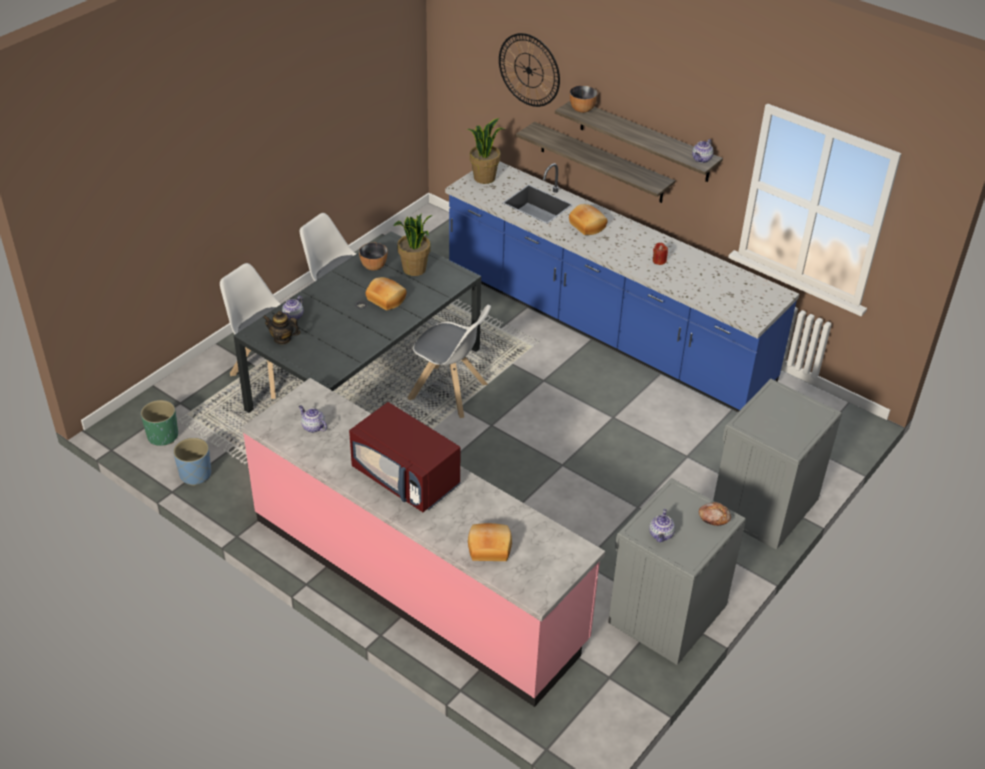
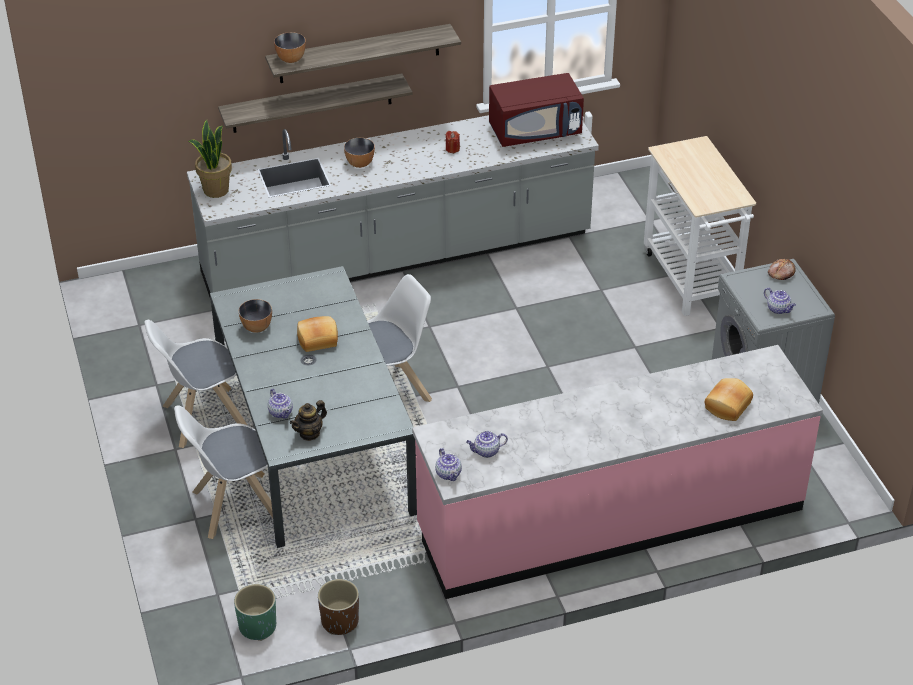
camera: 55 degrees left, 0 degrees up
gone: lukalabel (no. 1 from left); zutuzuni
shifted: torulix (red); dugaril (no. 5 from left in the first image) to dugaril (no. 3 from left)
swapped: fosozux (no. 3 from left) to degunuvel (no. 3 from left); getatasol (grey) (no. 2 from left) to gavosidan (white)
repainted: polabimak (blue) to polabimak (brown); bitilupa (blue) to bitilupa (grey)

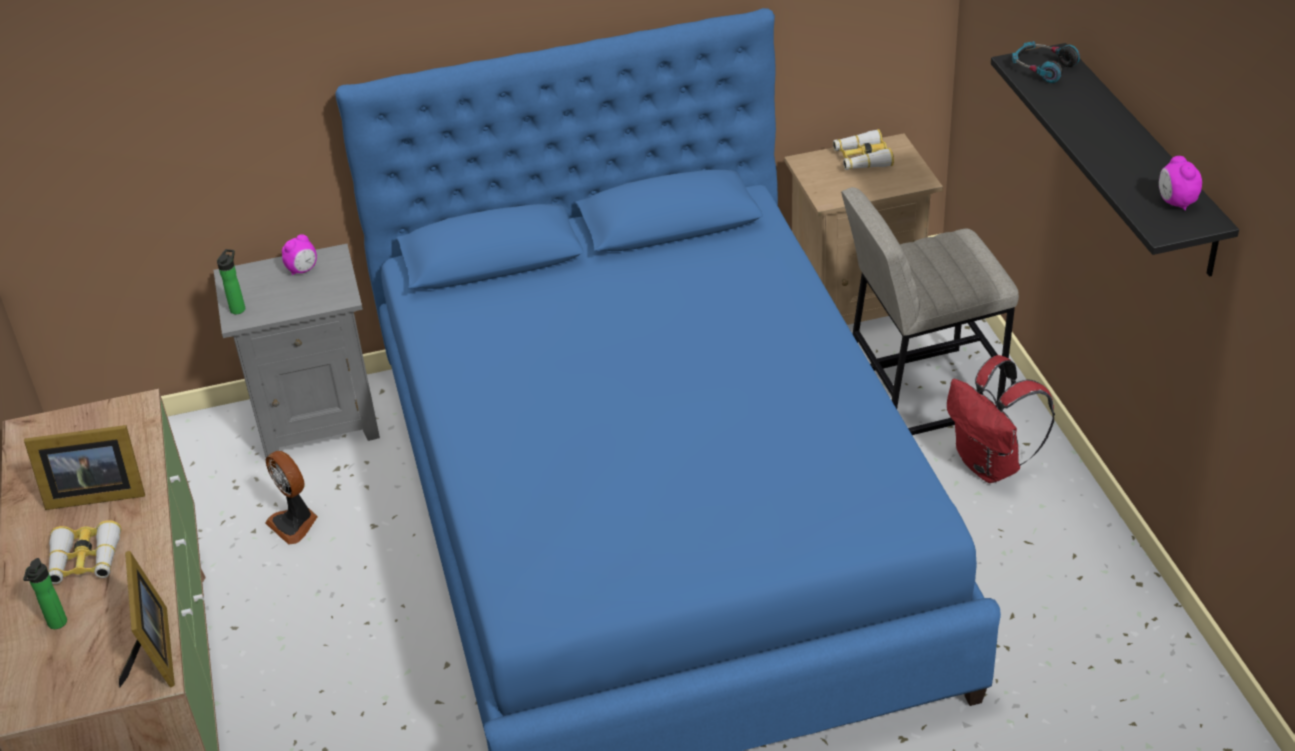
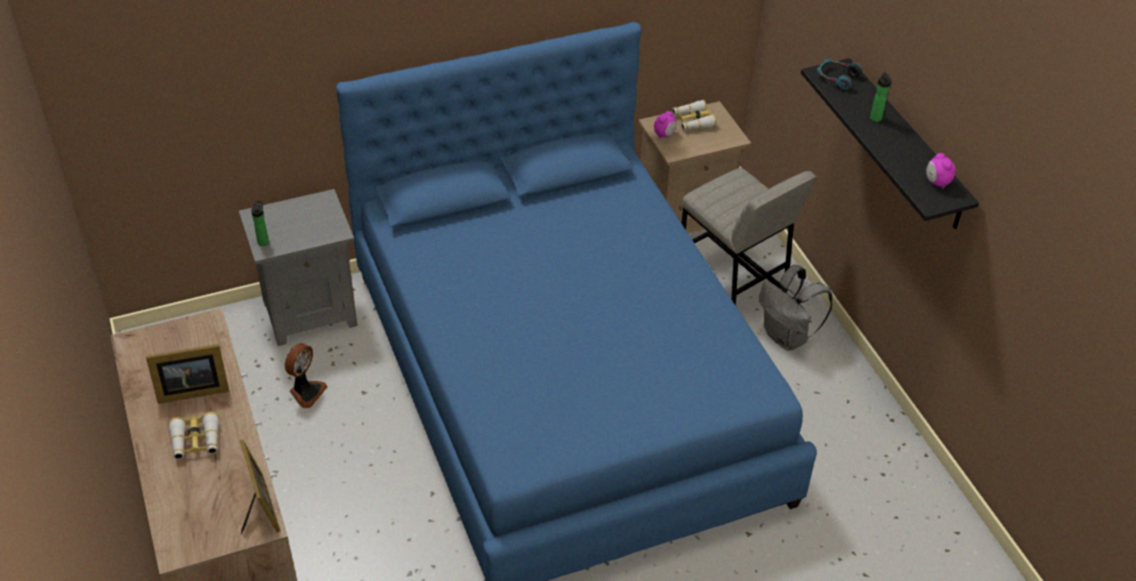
camera: 10 degrees left, 5 degrees up
shifted: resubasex (no. 1 from left in the first image) to resubasex (no. 2 from left); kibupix (no. 1 from left)
repainted: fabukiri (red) to fabukiri (grey)
rotated: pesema 105 degrees counterclockwise; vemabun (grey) 105 degrees counterclockwise

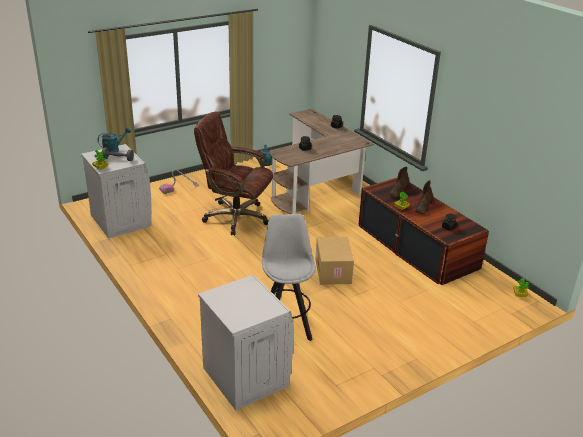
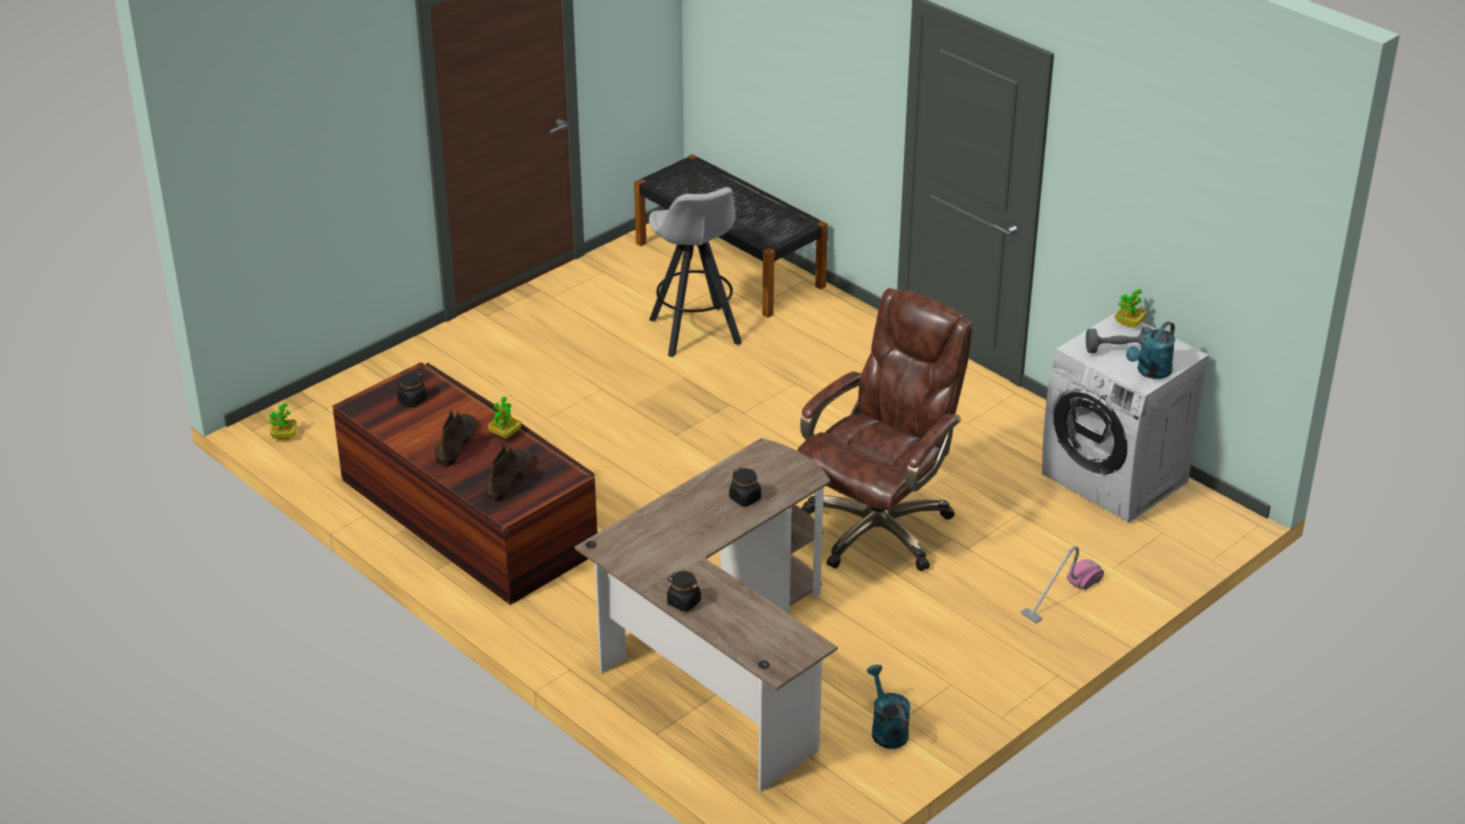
camera: 170 degrees right, 5 degrees up
gone: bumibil
swapped: getatasol (white) (no. 2 from left) to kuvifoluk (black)
rotated: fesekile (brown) 60 degrees counterclockwise

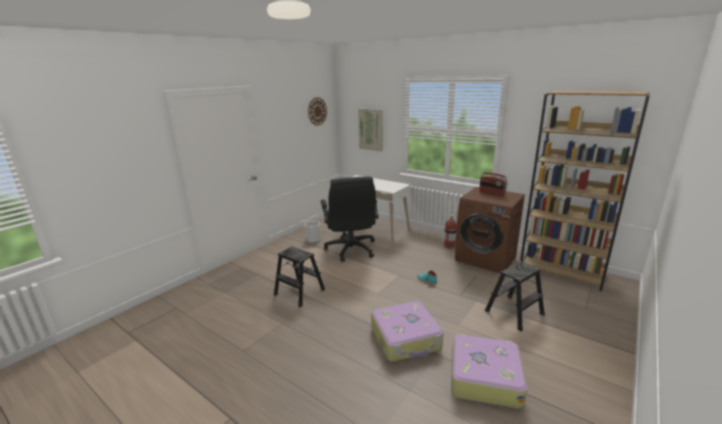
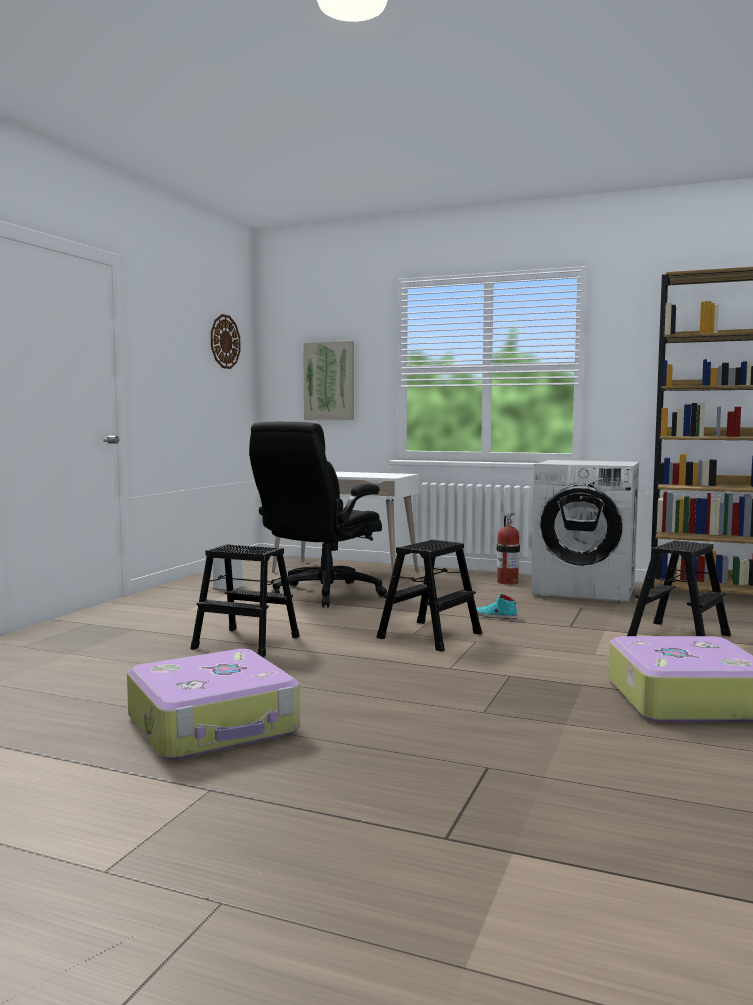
camera: 15 degrees left, 15 degrees down
gone: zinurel
new: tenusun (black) (no. 2 from left)
shifted: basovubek (no. 1 from left)
repainted: getatasol (brown) to getatasol (white)
rotated: fesekile (black) 60 degrees clockwise

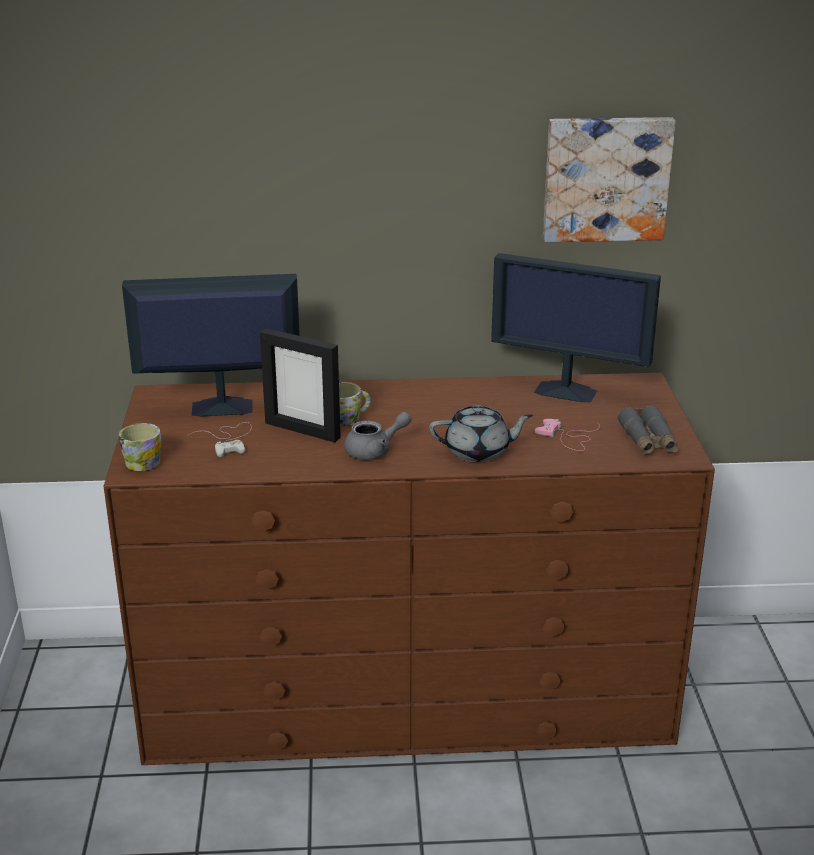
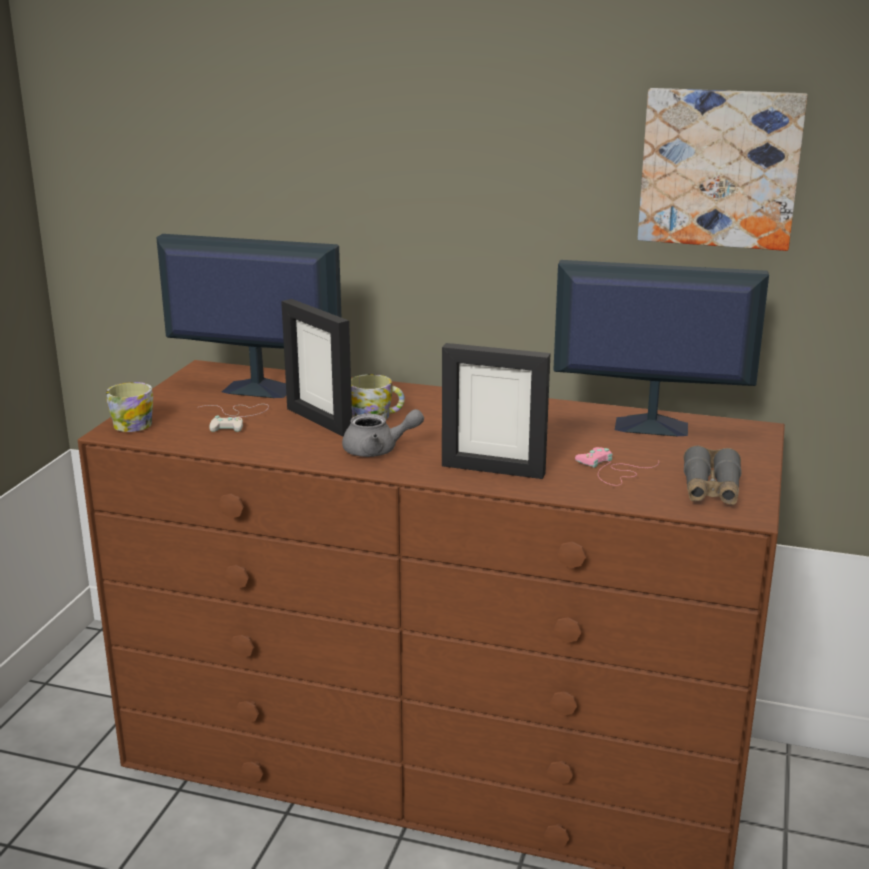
camera: 20 degrees right, 5 degrees down
swapped: dugaril (grey) (no. 2 from left) to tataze (no. 2 from left)
rotated: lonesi (no. 2 from left) 150 degrees clockwise

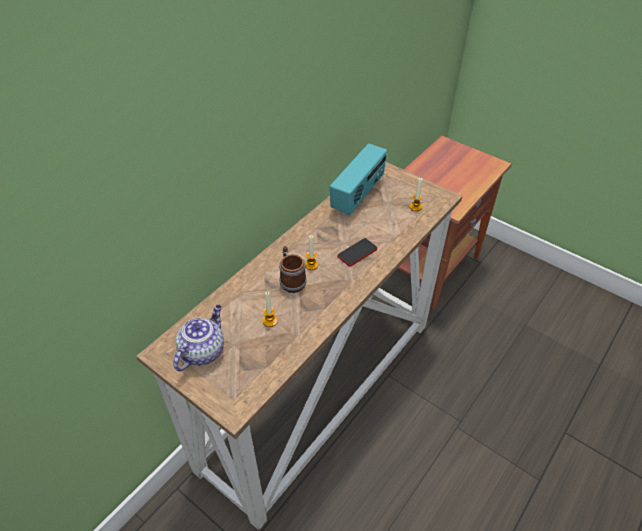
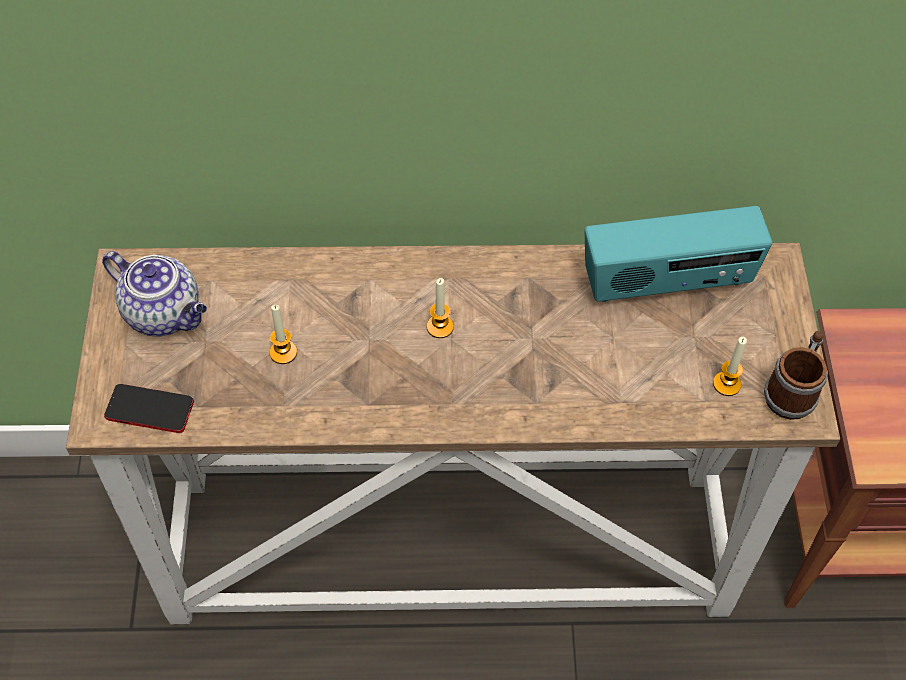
camera: 50 degrees right, 10 degrees up
shifted: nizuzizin; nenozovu
rotated: dugaril 45 degrees clockwise

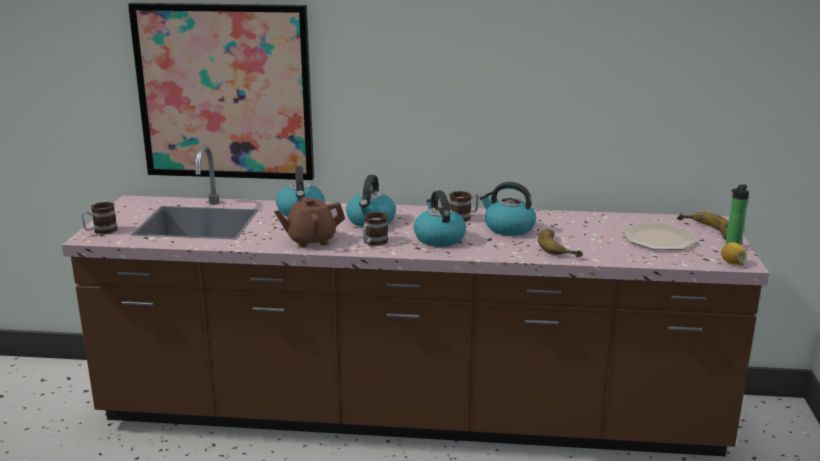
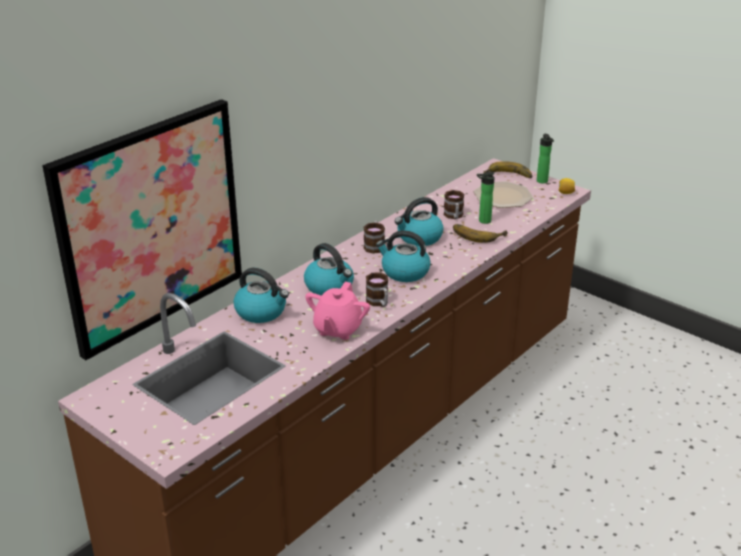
camera: 55 degrees left, 10 degrees up
new: resubasex (no. 1 from left)
shifted: nizuzizin (no. 1 from left in the first image) to nizuzizin (no. 3 from left)
repainted: dugaril (brown) to dugaril (pink)

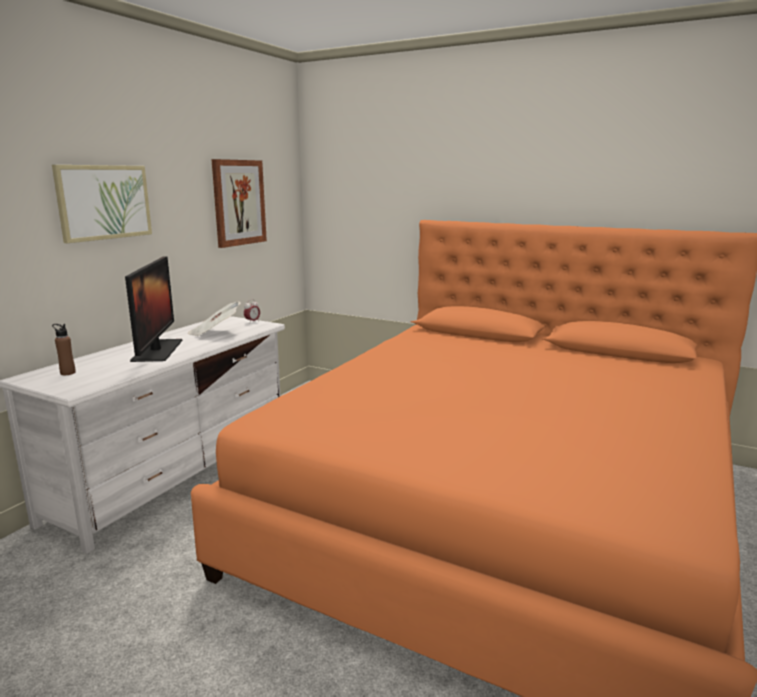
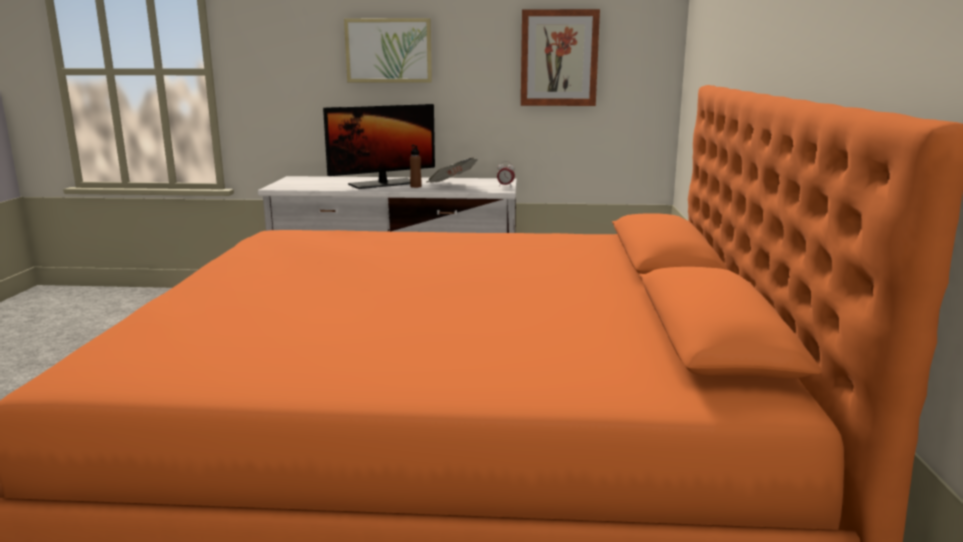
camera: 65 degrees right, 0 degrees up
shifted: resubasex (brown)

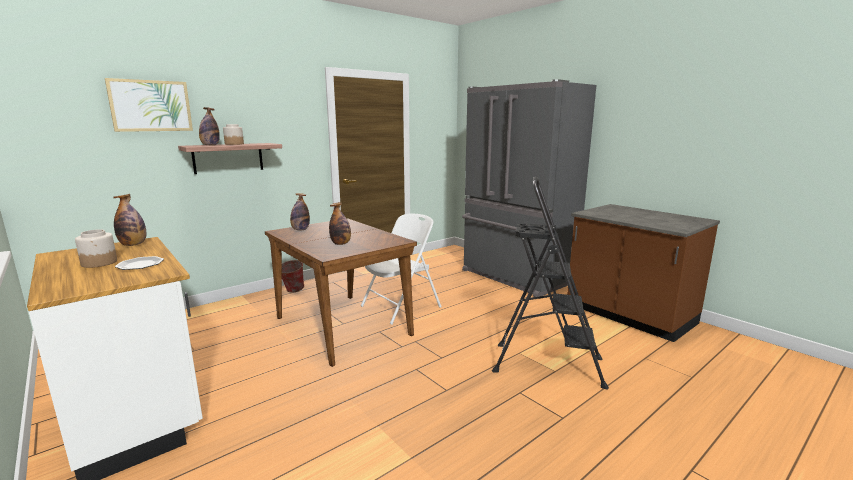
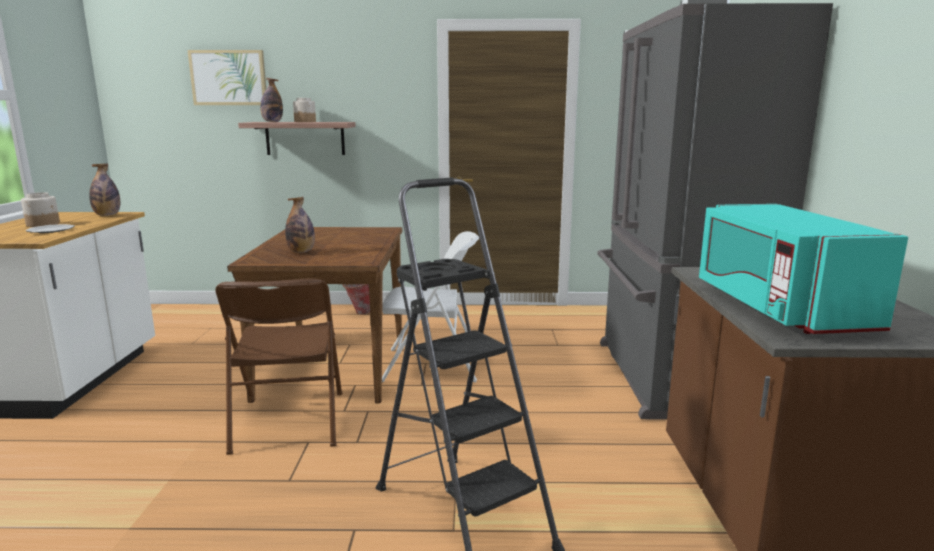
camera: 40 degrees right, 0 degrees up
gone: resubasex (no. 3 from left)
new: vemabun (brown); torulix (turquoise)

